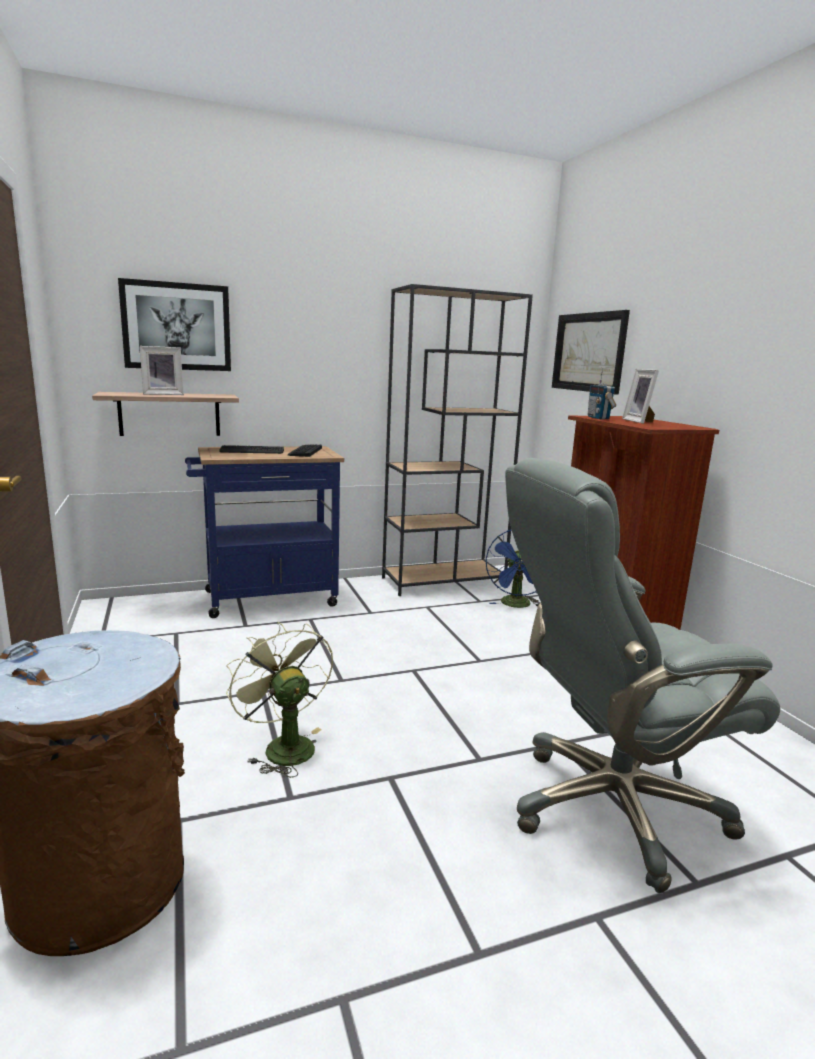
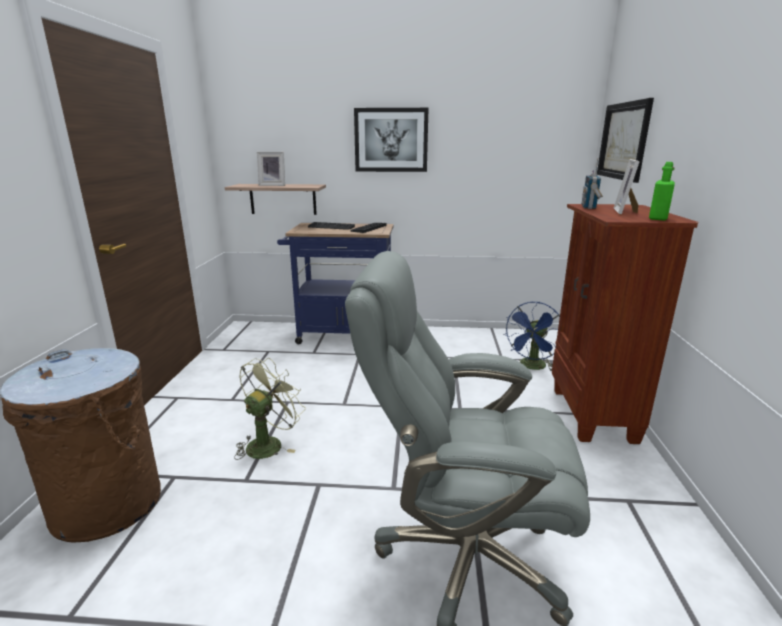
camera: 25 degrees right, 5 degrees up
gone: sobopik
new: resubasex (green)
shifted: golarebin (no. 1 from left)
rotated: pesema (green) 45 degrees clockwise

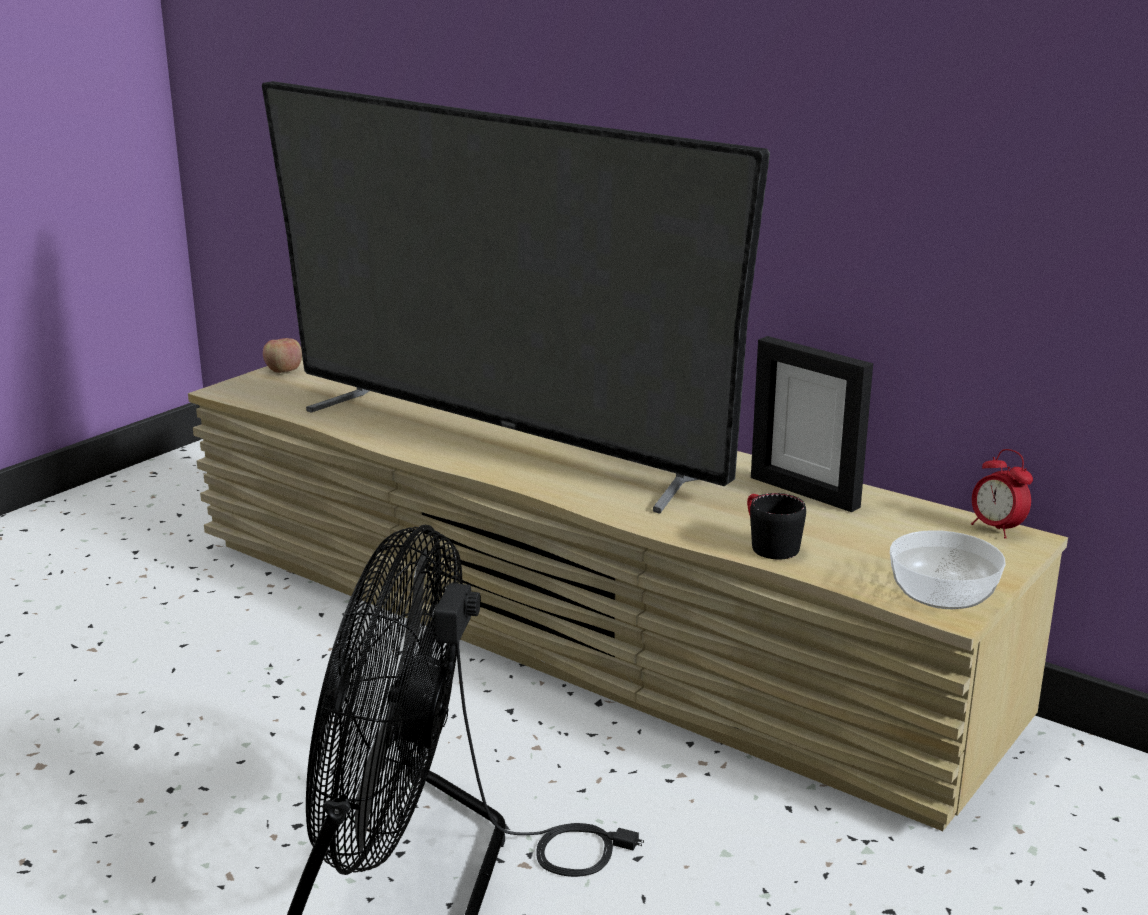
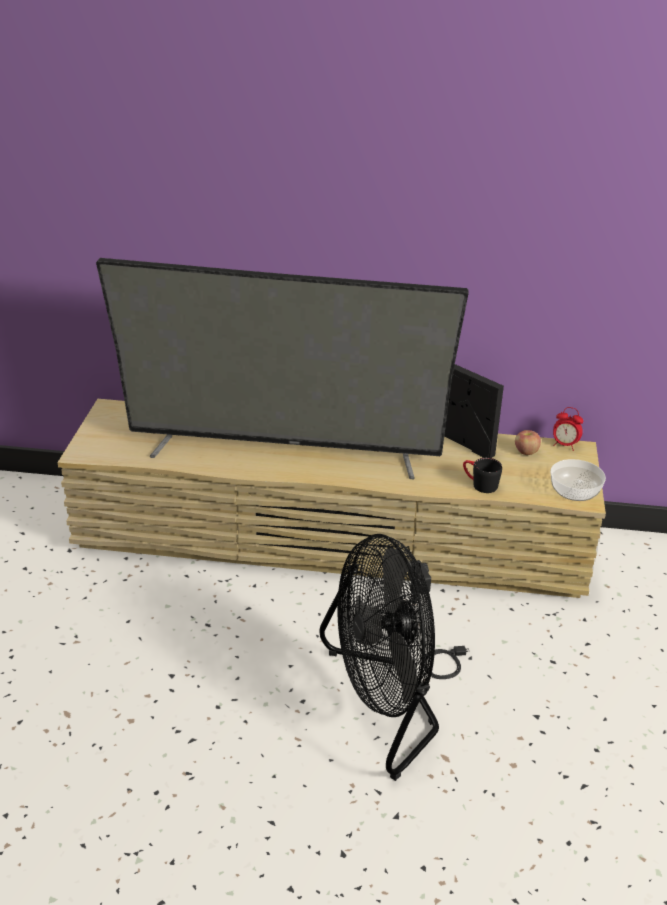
camera: 30 degrees left, 10 degrees up
shifted: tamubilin
rotated: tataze 150 degrees counterclockwise

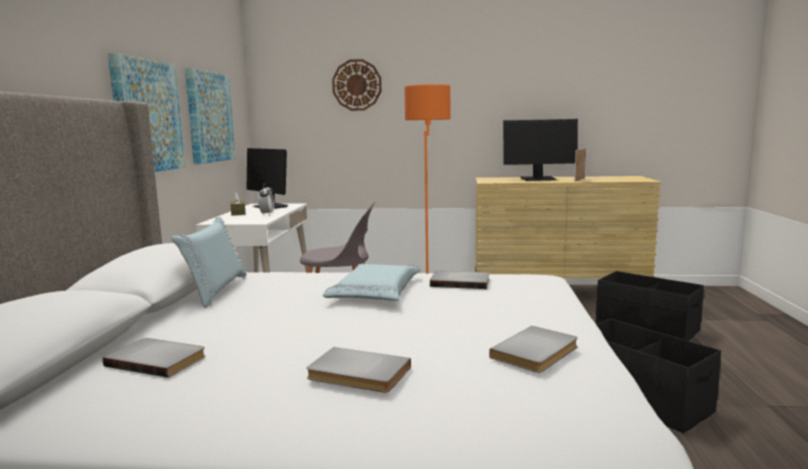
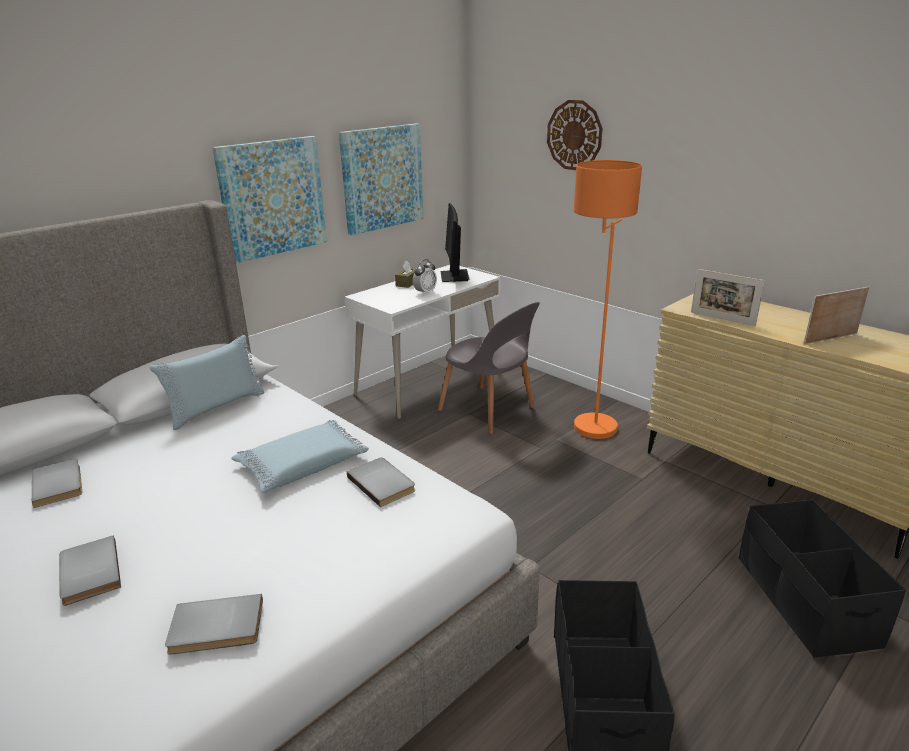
camera: 40 degrees right, 15 degrees up
gone: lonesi (no. 2 from left)
new: tataze (no. 1 from left)

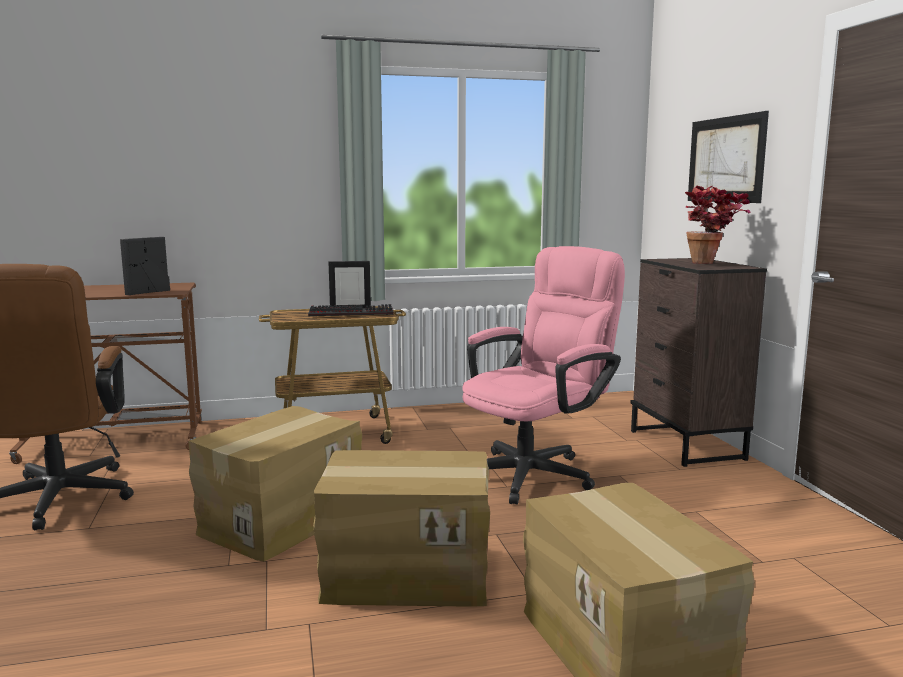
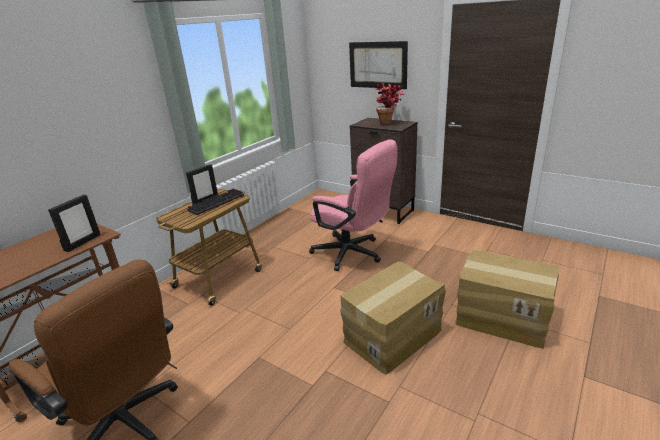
camera: 40 degrees left, 15 degrees up
gone: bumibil (no. 1 from left)
rotated: tataze (no. 1 from left) 150 degrees counterclockwise; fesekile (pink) 120 degrees clockwise

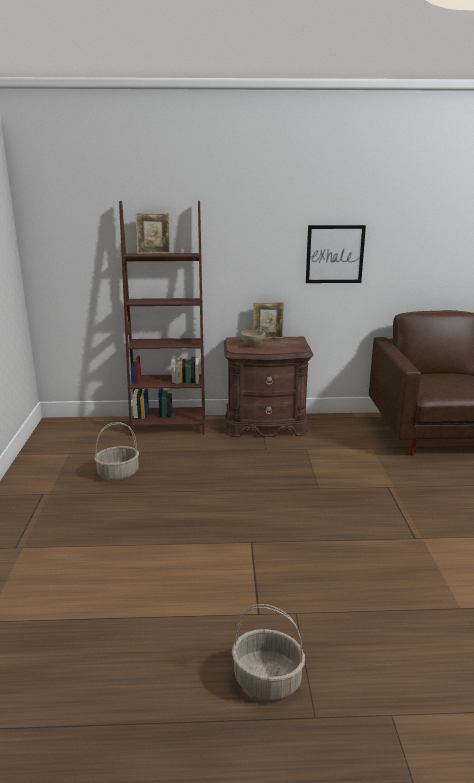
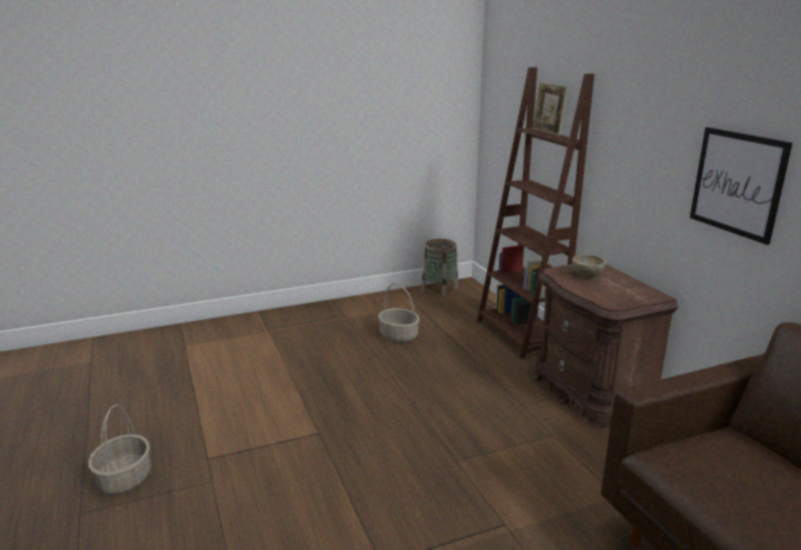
camera: 70 degrees right, 0 degrees up
gone: tataze (no. 2 from left)
new: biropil (no. 3 from left)

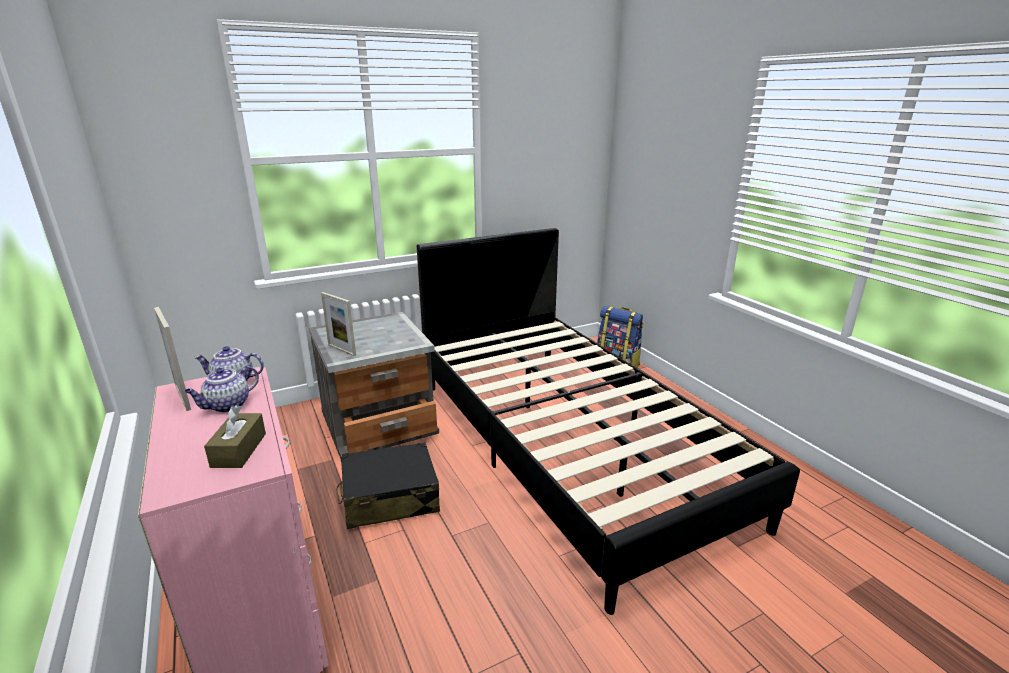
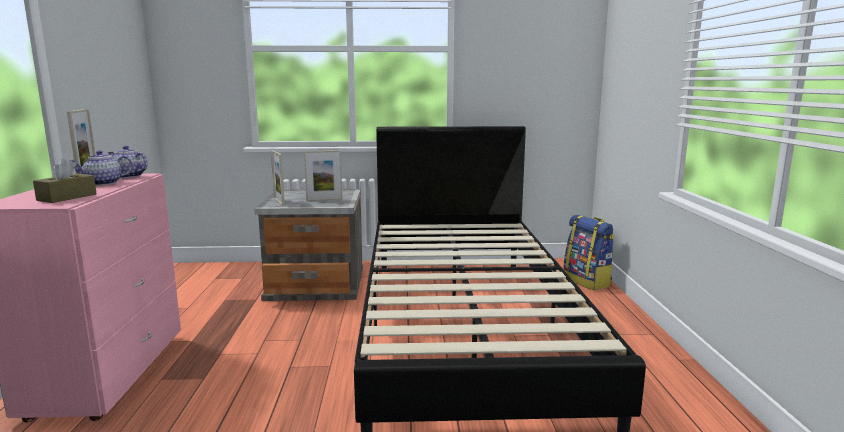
camera: 25 degrees right, 10 degrees down
gone: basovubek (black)
new: tataze (no. 3 from left)

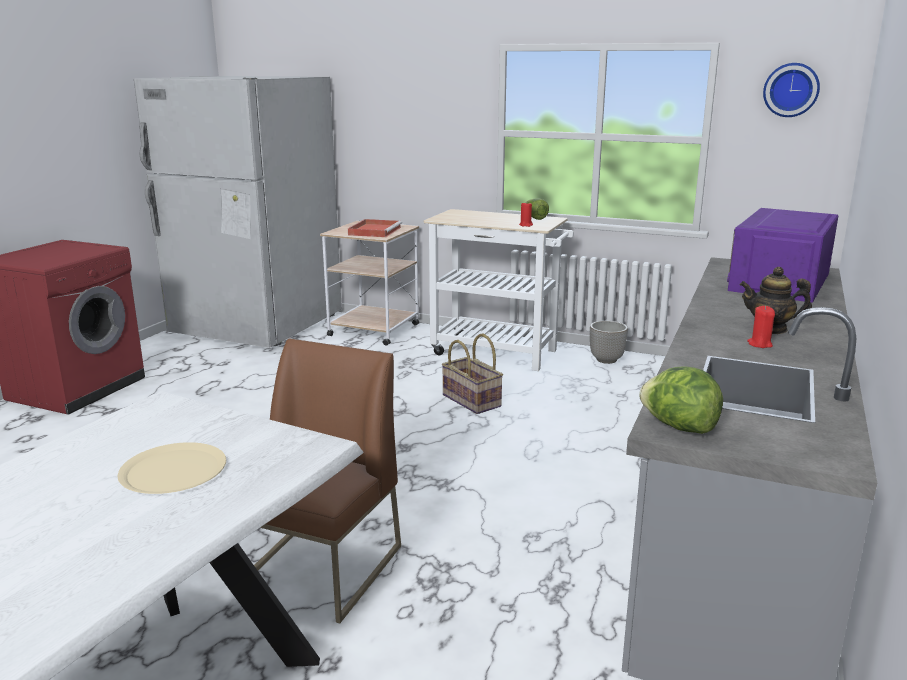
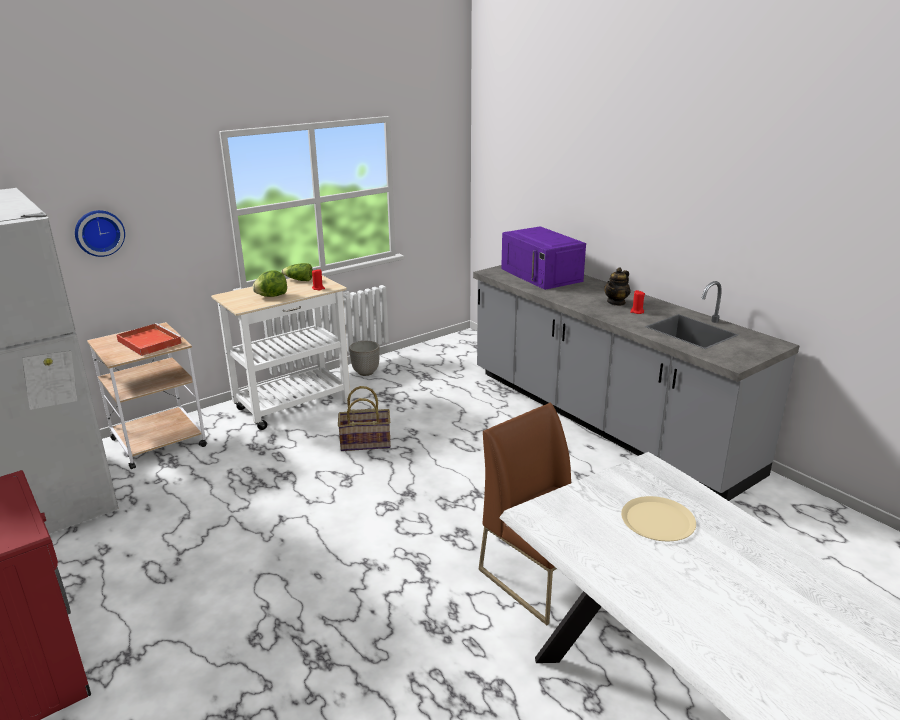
camera: 60 degrees left, 5 degrees up
shifted: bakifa (no. 2 from left in the first image) to bakifa (no. 1 from left); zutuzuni

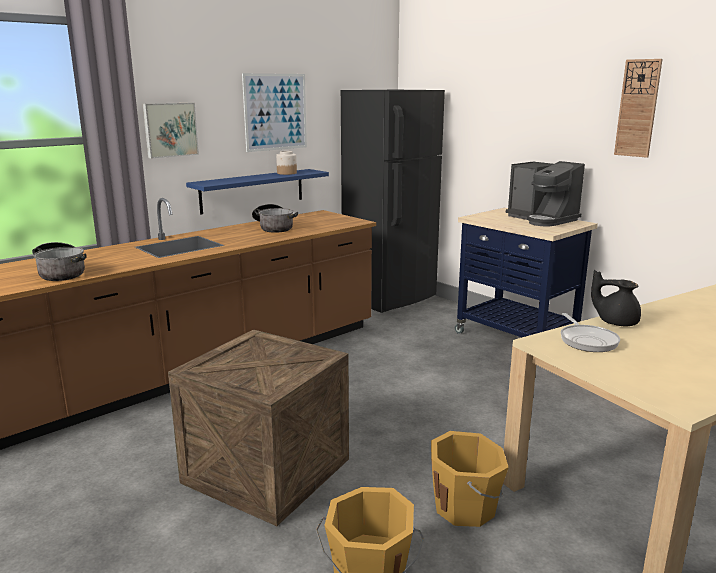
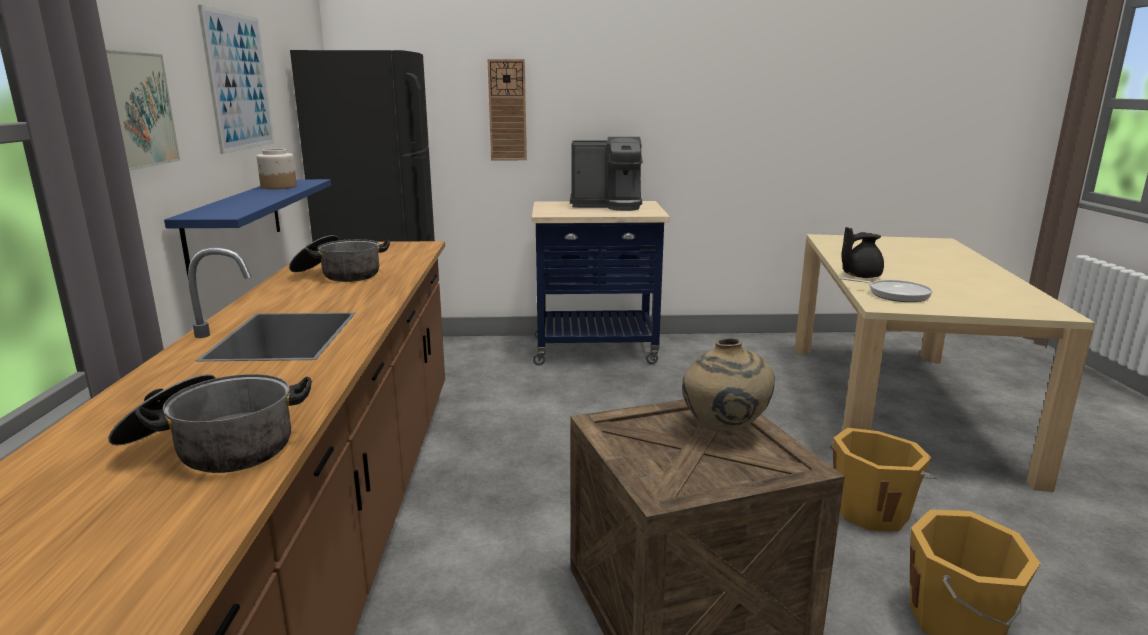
camera: 50 degrees left, 0 degrees up
new: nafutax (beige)
shifted: zutuzuni

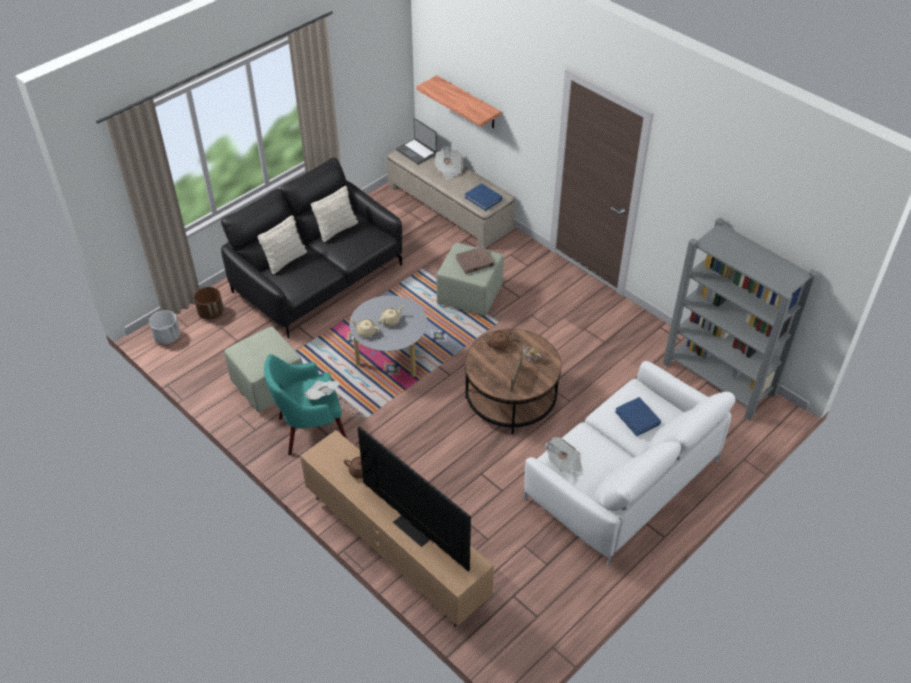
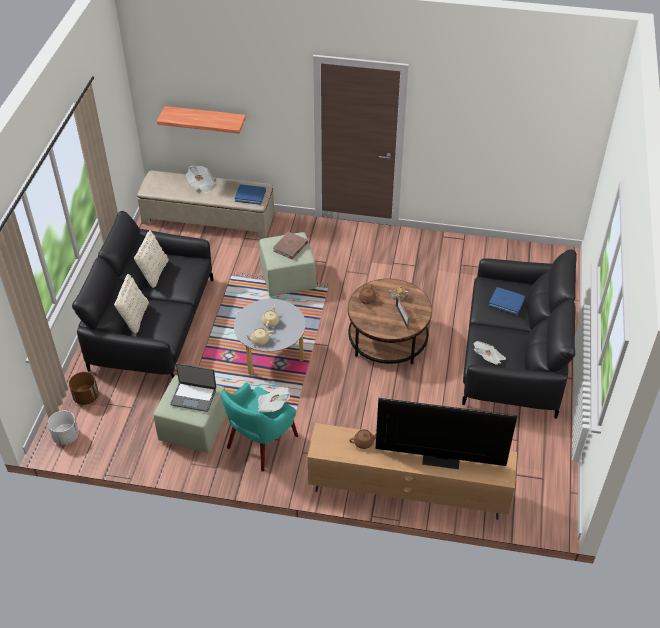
camera: 35 degrees left, 0 degrees up
gone: sobopik (grey)
shifted: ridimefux
repainted: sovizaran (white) to sovizaran (black) (no. 2 from left)

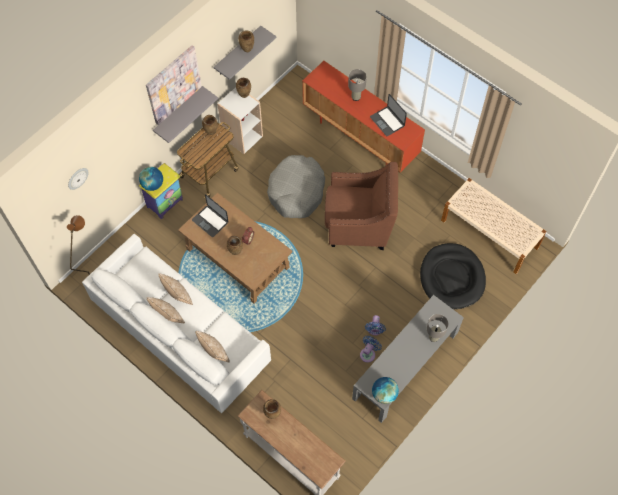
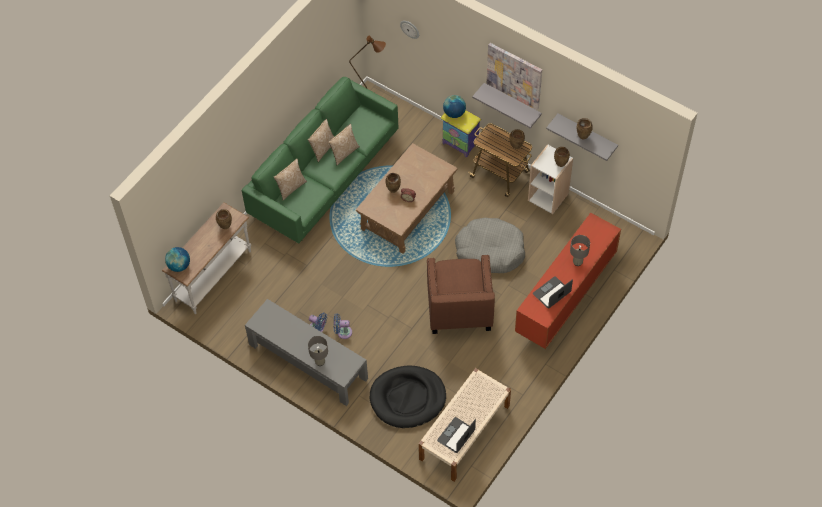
camera: 85 degrees right, 5 degrees down
shifted: ridimefux (no. 1 from left); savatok (no. 2 from left in the first image) to savatok (no. 1 from left)
repainted: sovizaran (white) to sovizaran (green)

